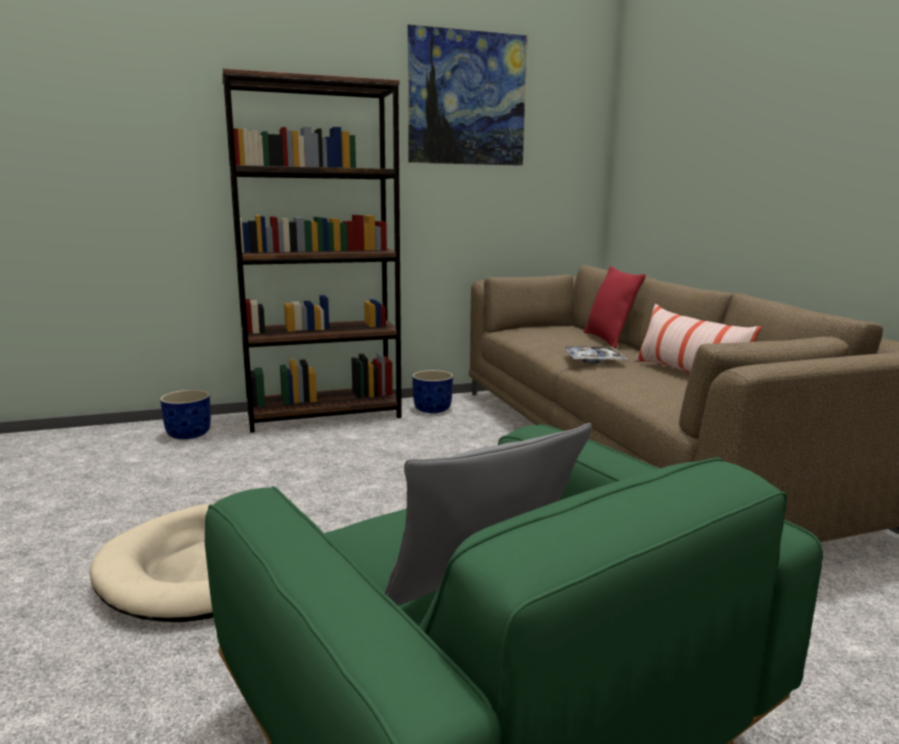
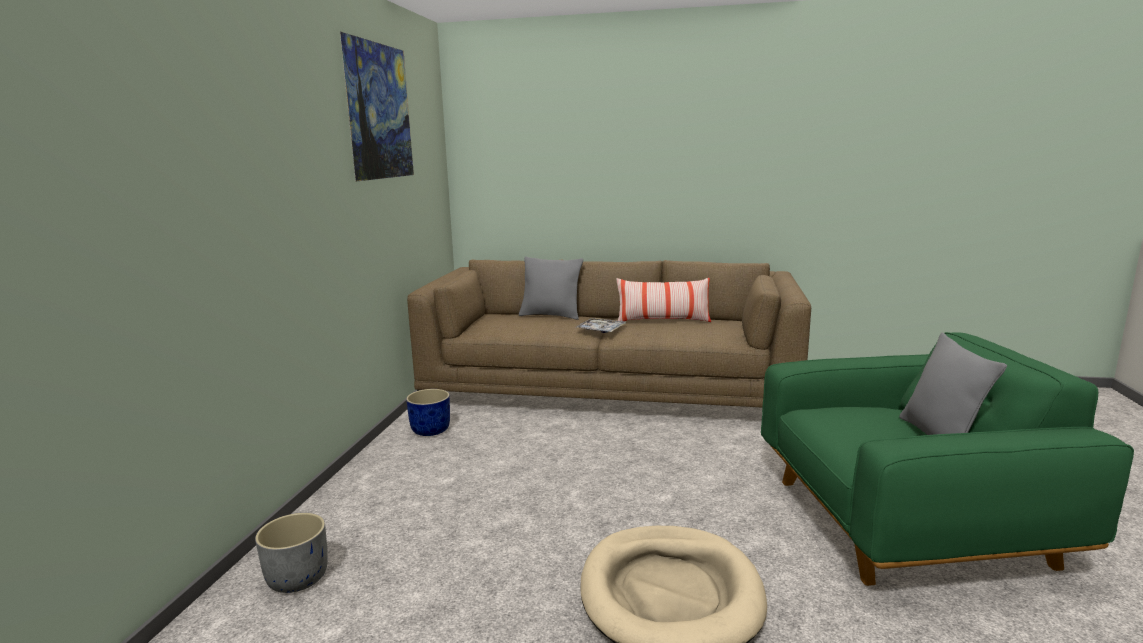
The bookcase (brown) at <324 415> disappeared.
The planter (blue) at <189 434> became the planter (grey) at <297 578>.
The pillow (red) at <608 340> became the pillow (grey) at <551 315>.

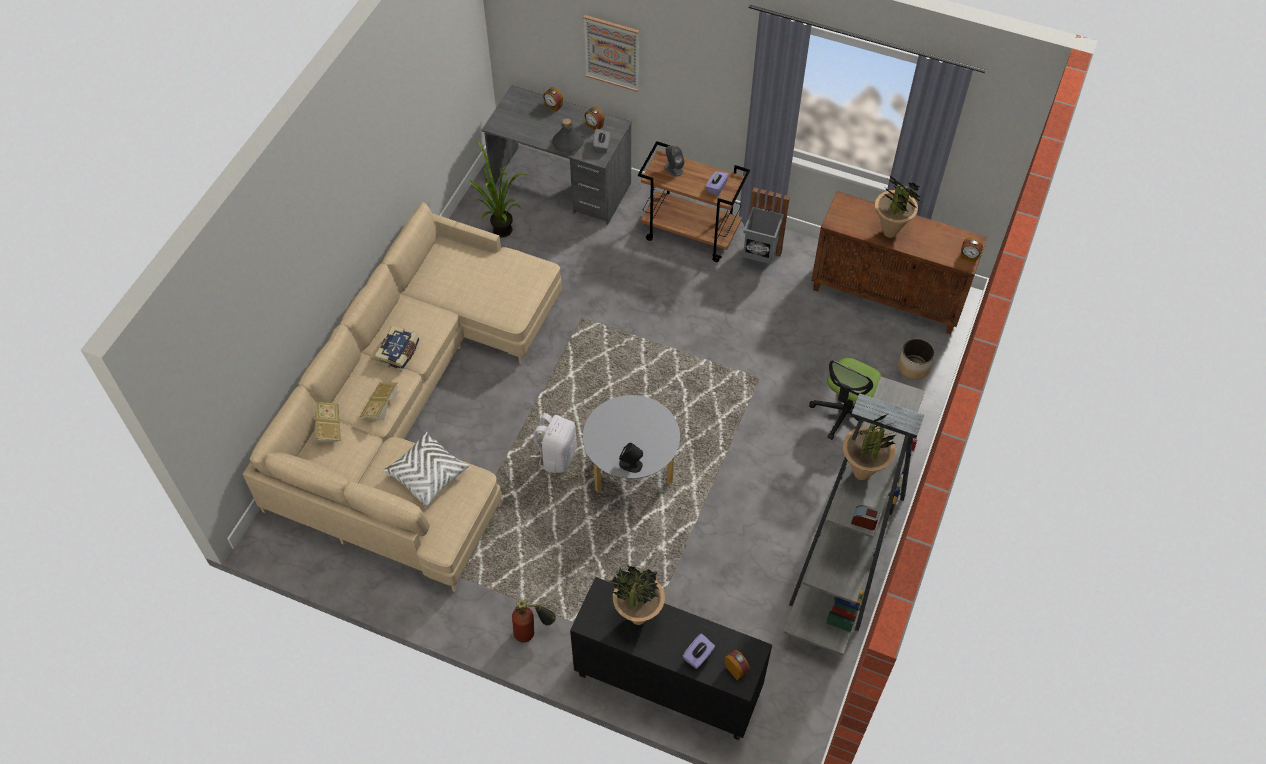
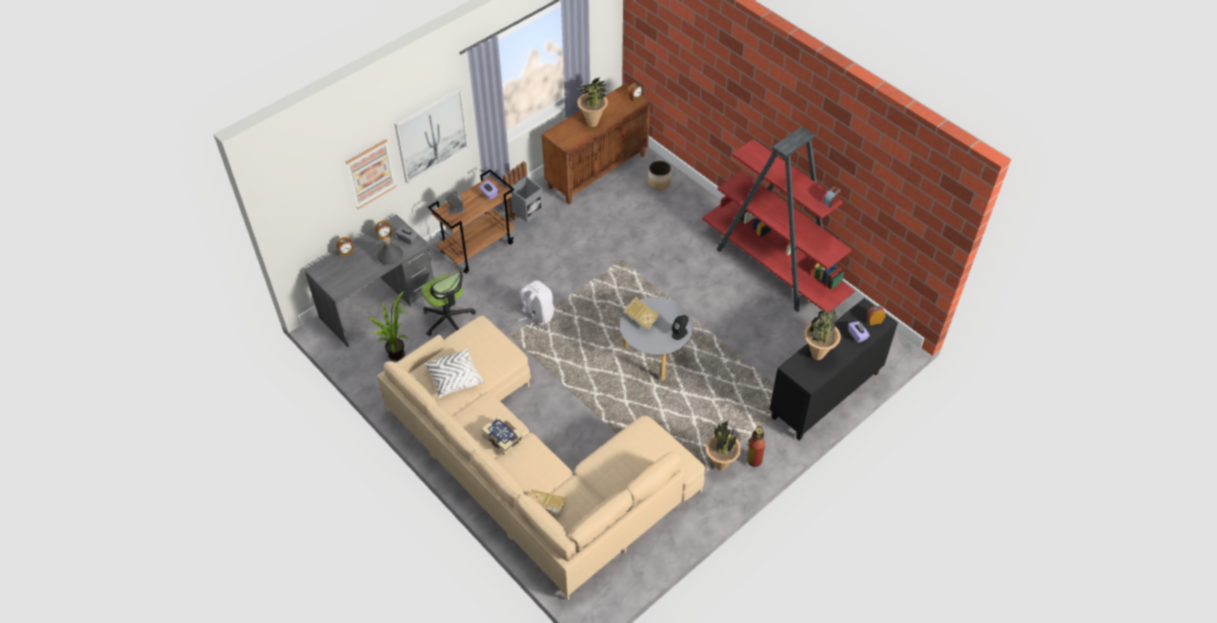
The picture at <431 135> appeared.
The book moved from <382 407> to <642 319>.
The pillow (white) moved from <427 474> to <454 378>.
The backpack (white) moved from <556 456> to <537 315>.
The office chair moved from <845 414> to <448 319>.
The potted plant moved from <862 472> to <720 465>.
The bookcase (grey) at <848 551> became the bookcase (red) at <774 269>.

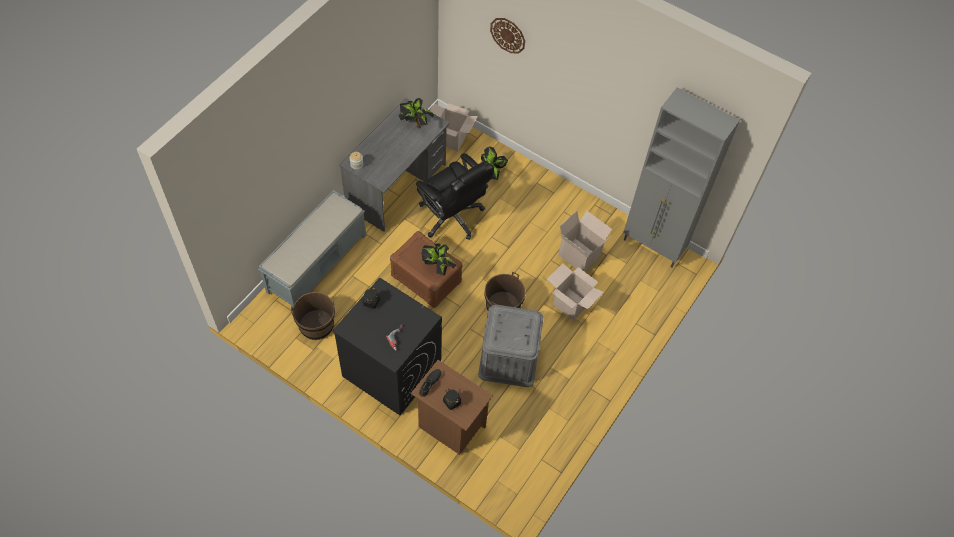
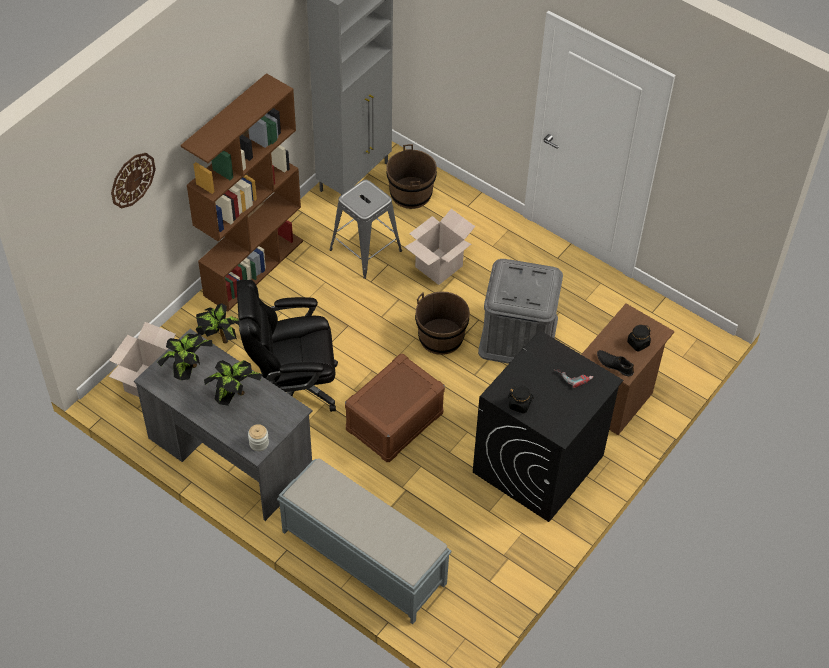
The bookcase (brown) at <253 267> appeared.
The bucket (brown) moved from <316 325> to <410 193>.
The potted plant moved from <438 268> to <234 394>.
The cardboard box at <580 255> was replaced by the stool (grey) at <365 250>.
The office chair (black) at <452 217> turned 150 degrees counterclockwise.

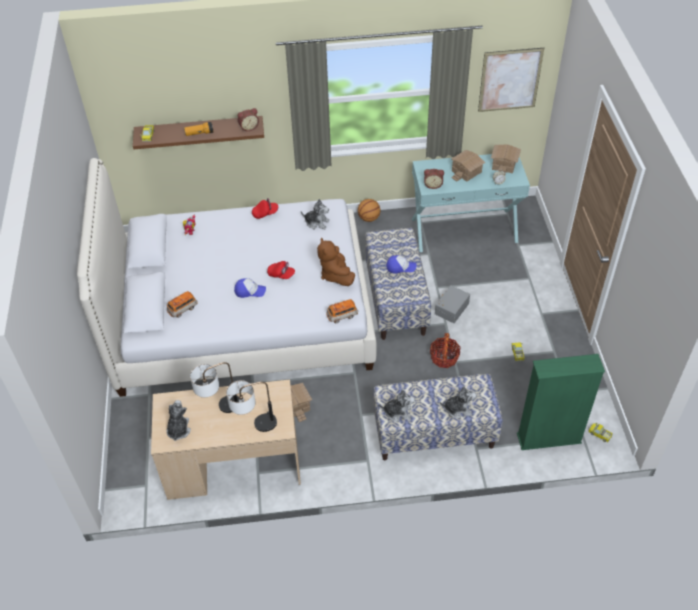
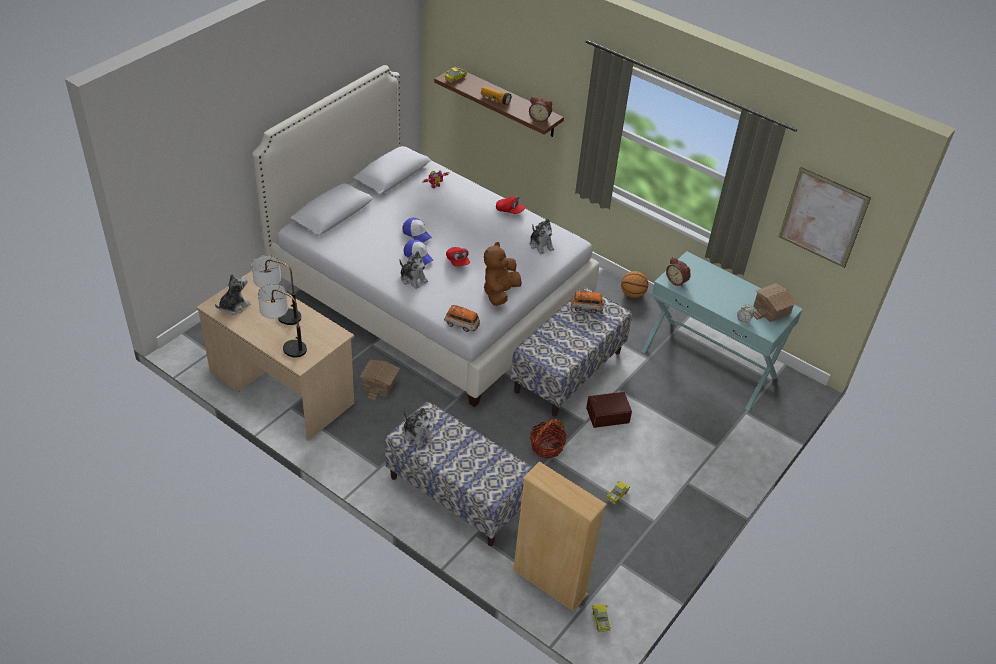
The toy house at <466 171> disappeared.
The toy car moved from <183 309> to <586 307>.
The cap moved from <400 267> to <417 233>.
The plush toy moved from <457 409> to <413 279>.
The storage box (grey) at <451 308> became the storage box (brown) at <607 414>.
The bookcase (green) at <549 438> became the bookcase (beige) at <549 582>.

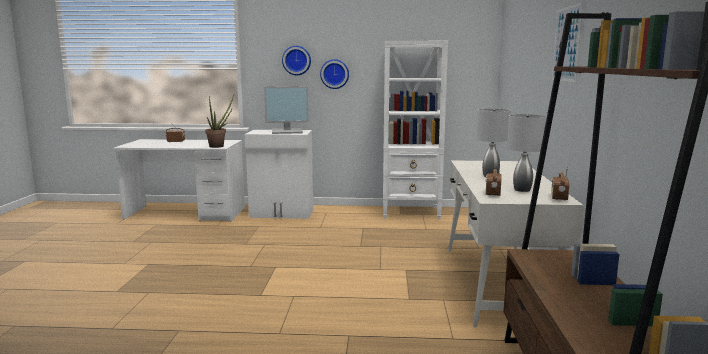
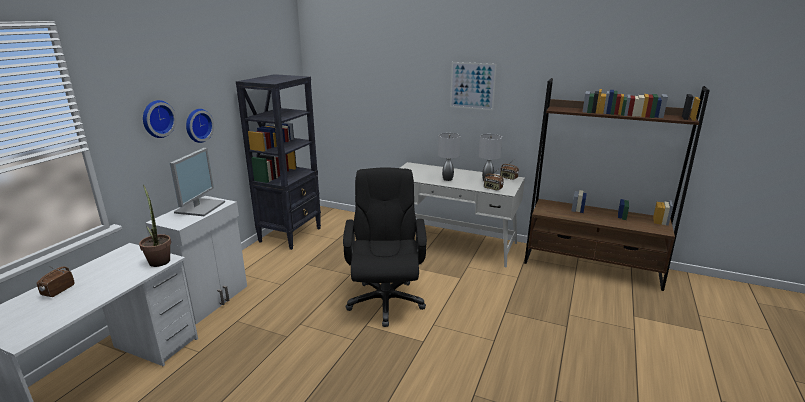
The office chair (black) at <385 301> appeared.
The bookcase (white) at <411 213> became the bookcase (black) at <291 234>.

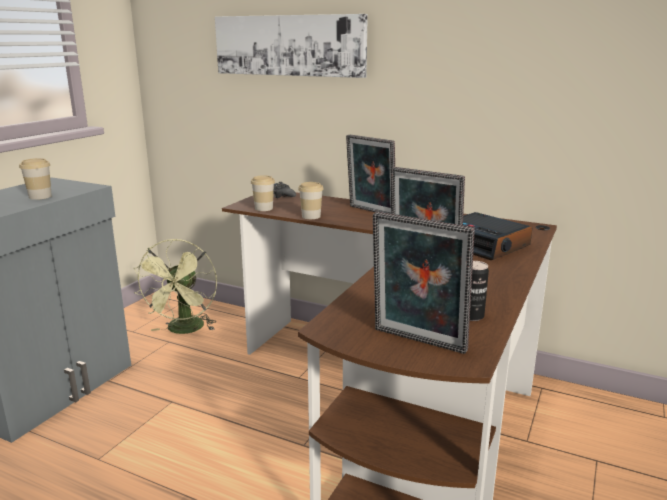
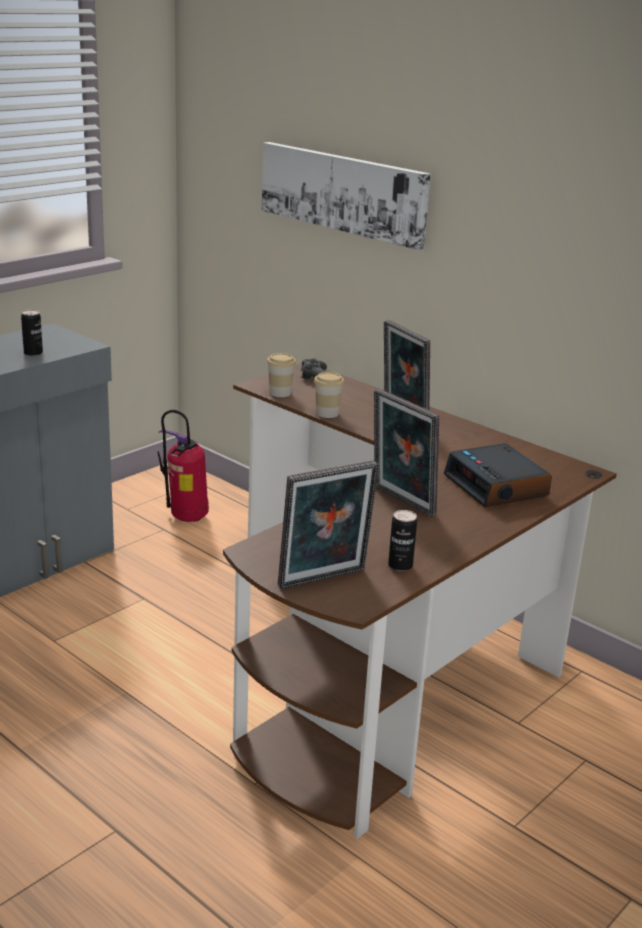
The cup at <40 196> was replaced by the can at <33 353>.
The fan (green) at <184 330> was replaced by the fire extinguisher at <186 518>.
The picture frame at <417 342> turned 75 degrees counterclockwise.

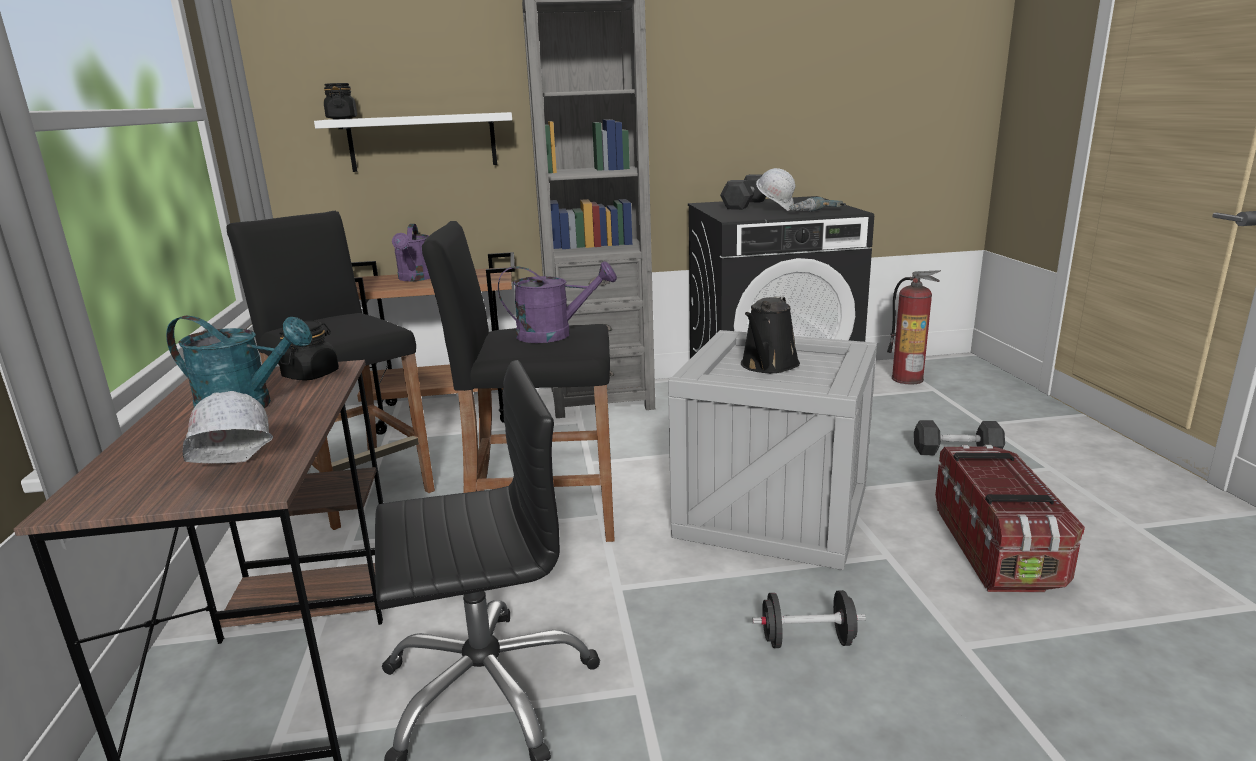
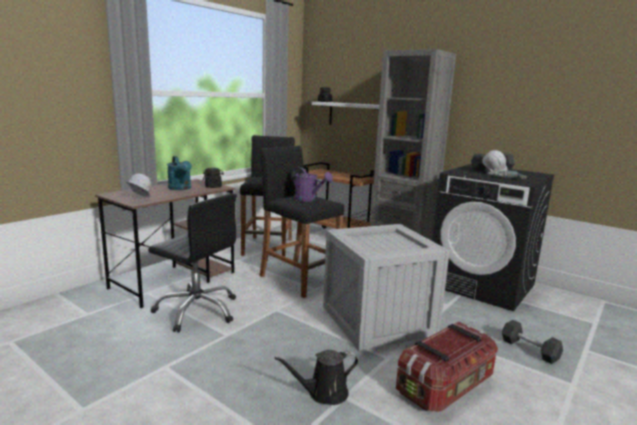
The watering can (purple) at <415 279> disappeared.
The dumbbell (black) at <807 640> disappeared.
The fire extinguisher at <907 379> disappeared.
The watering can (black) moved from <768 366> to <324 393>.

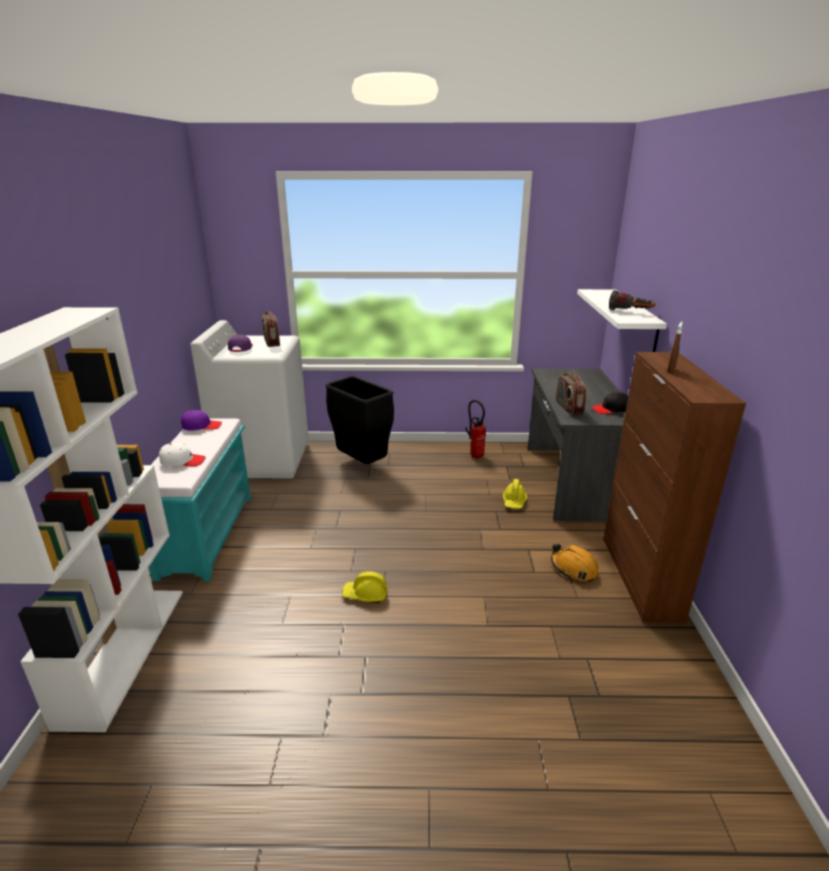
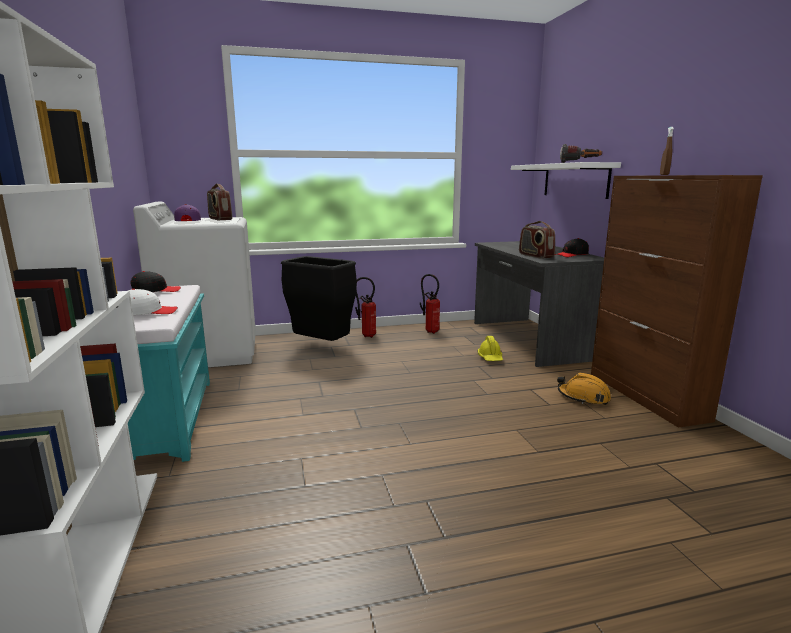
The hard hat (yellow) at <365 595> disappeared.
The fire extinguisher at <366 335> appeared.
The cap (purple) at <201 426> became the cap (black) at <156 291>.

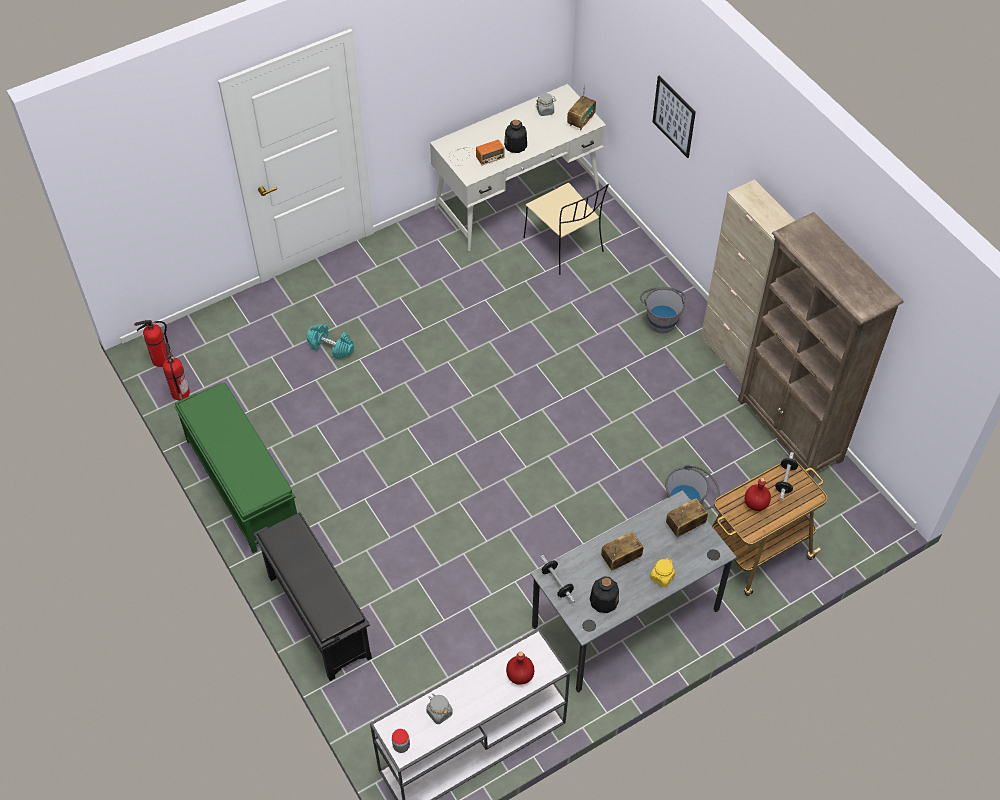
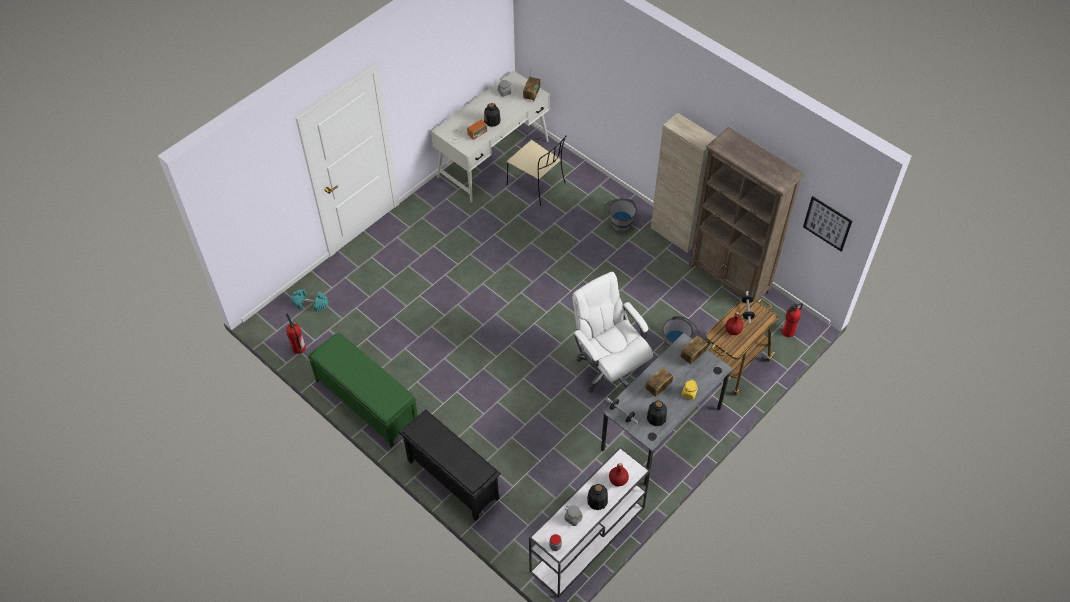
The office chair (white) at <608 368> appeared.
The bottle at <597 501> appeared.
The fire extinguisher moved from <160 360> to <788 332>.
The dumbbell (turquoise) moved from <331 347> to <311 304>.
The picture moved from <674 116> to <827 223>.

